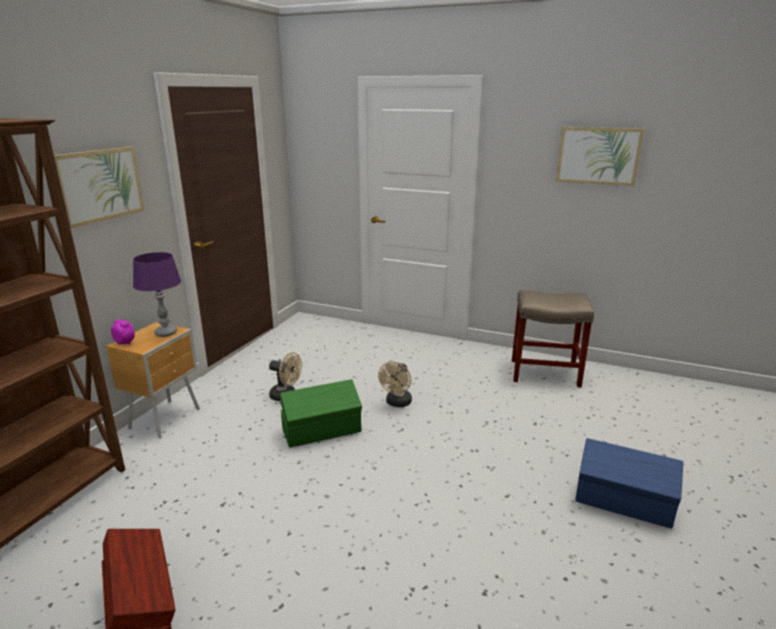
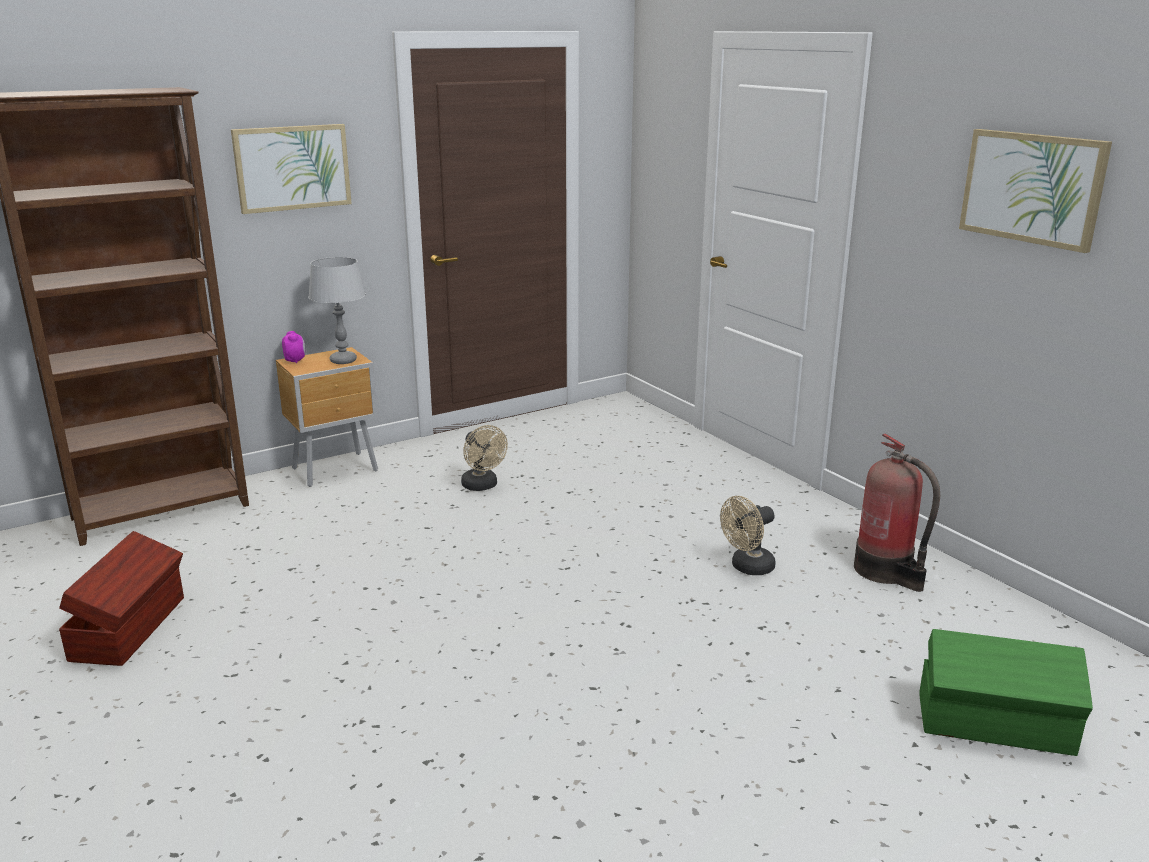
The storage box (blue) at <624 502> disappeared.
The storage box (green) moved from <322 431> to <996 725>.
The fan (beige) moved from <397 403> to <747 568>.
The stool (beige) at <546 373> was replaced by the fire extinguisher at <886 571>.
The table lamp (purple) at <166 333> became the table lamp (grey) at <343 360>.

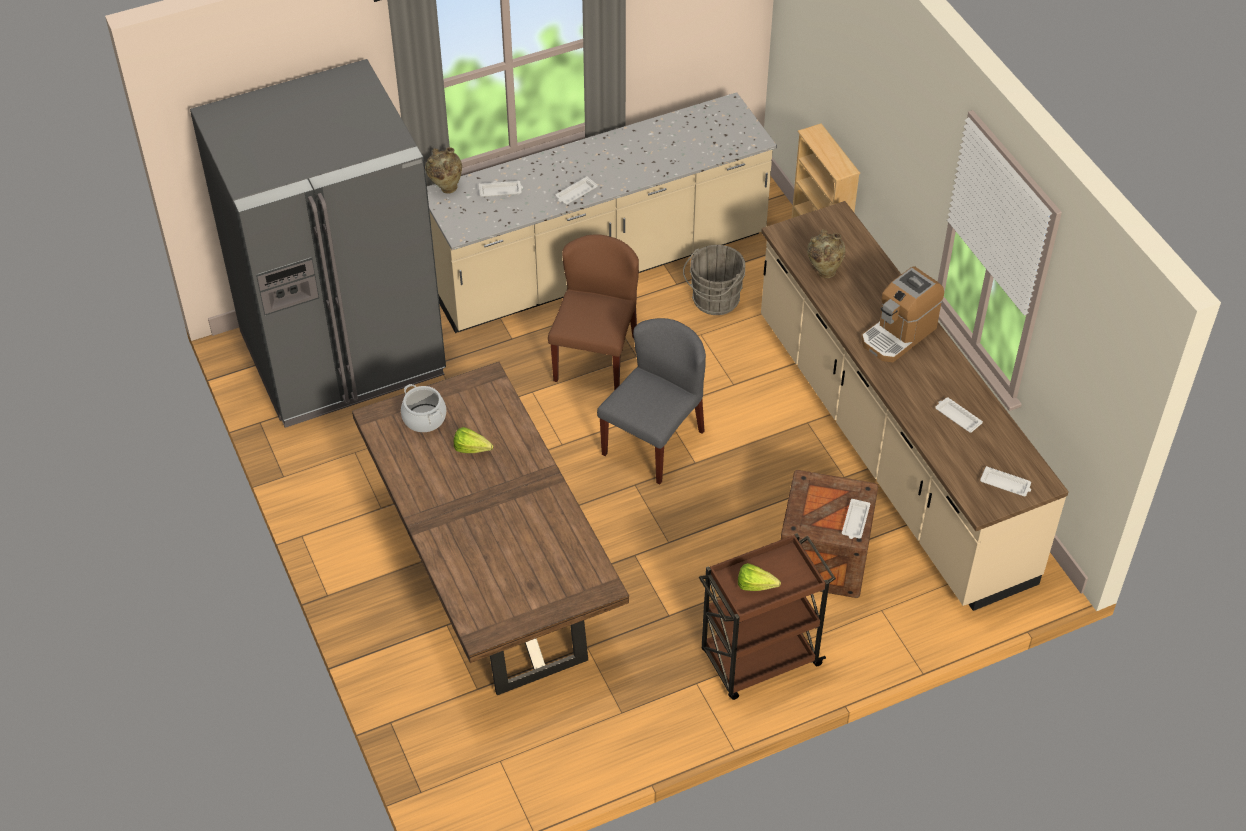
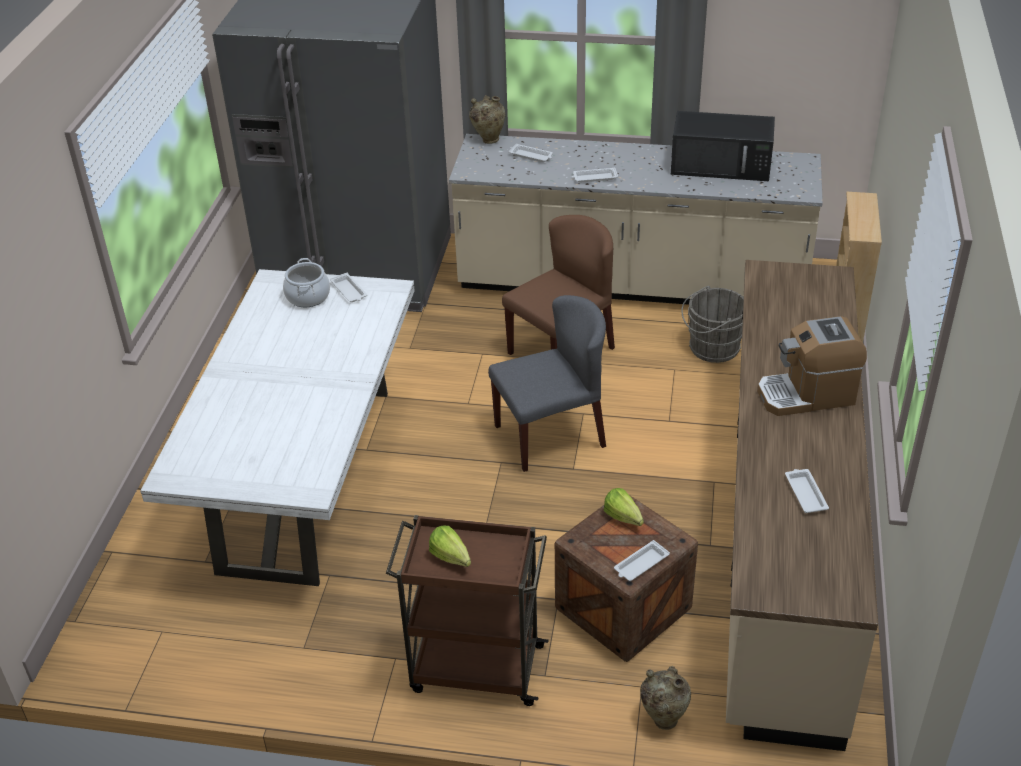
The microwave (black) at <722 165> appeared.
The lettuce moved from <474 450> to <625 520>.
The vase (beige) moved from <824 271> to <663 718>.
The tray (white) moved from <1006 484> to <349 291>.
The dining table (brown) at <491 576> became the dining table (white) at <307 478>.

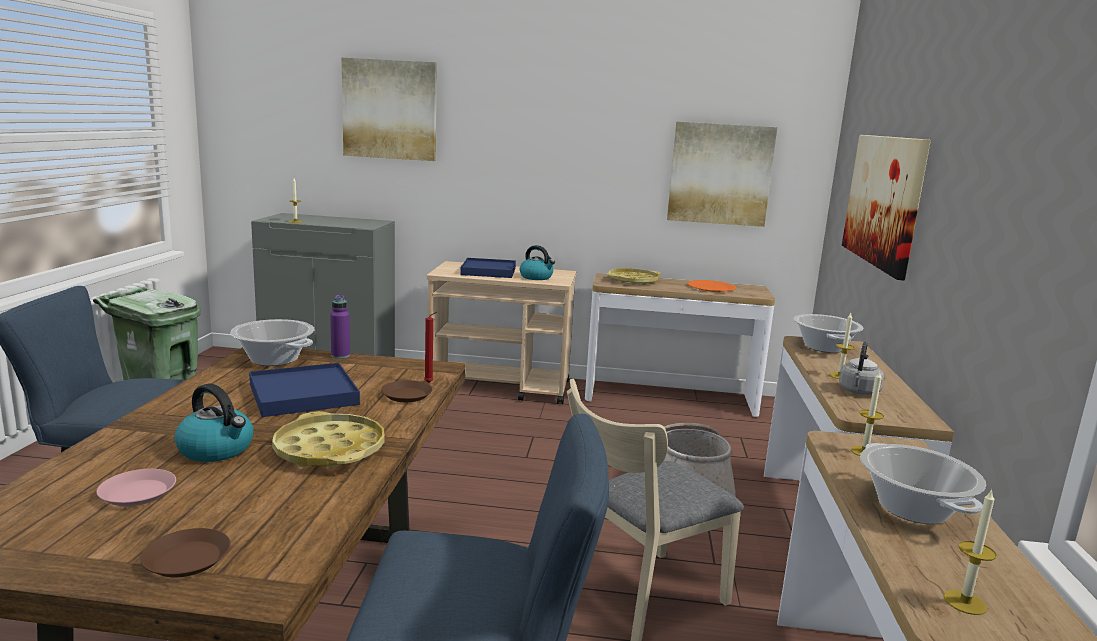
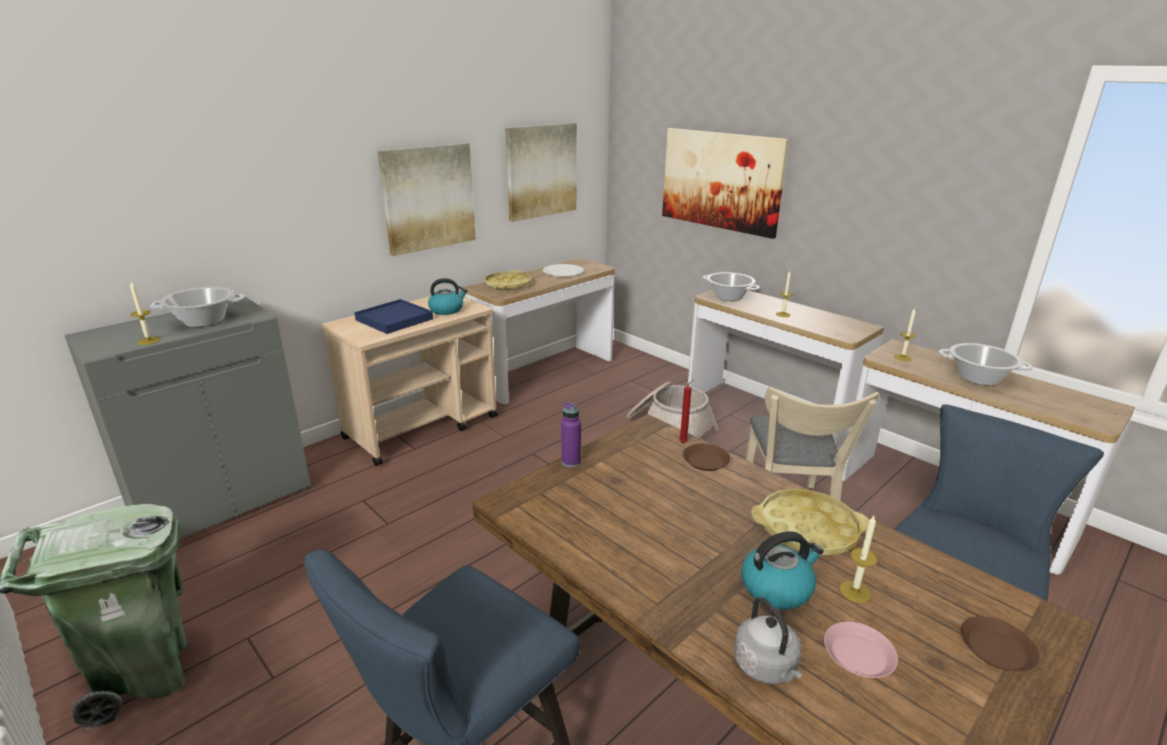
The tray (blue) at <303 394> disappeared.
The cooking pot moved from <274 359> to <203 321>.
The picture moved from <390 109> to <428 198>.
The kettle (grey) moved from <858 392> to <766 667>.
The candle moved from <965 602> to <855 592>.
The plate (orange) at <711 288> became the plate (white) at <563 272>.

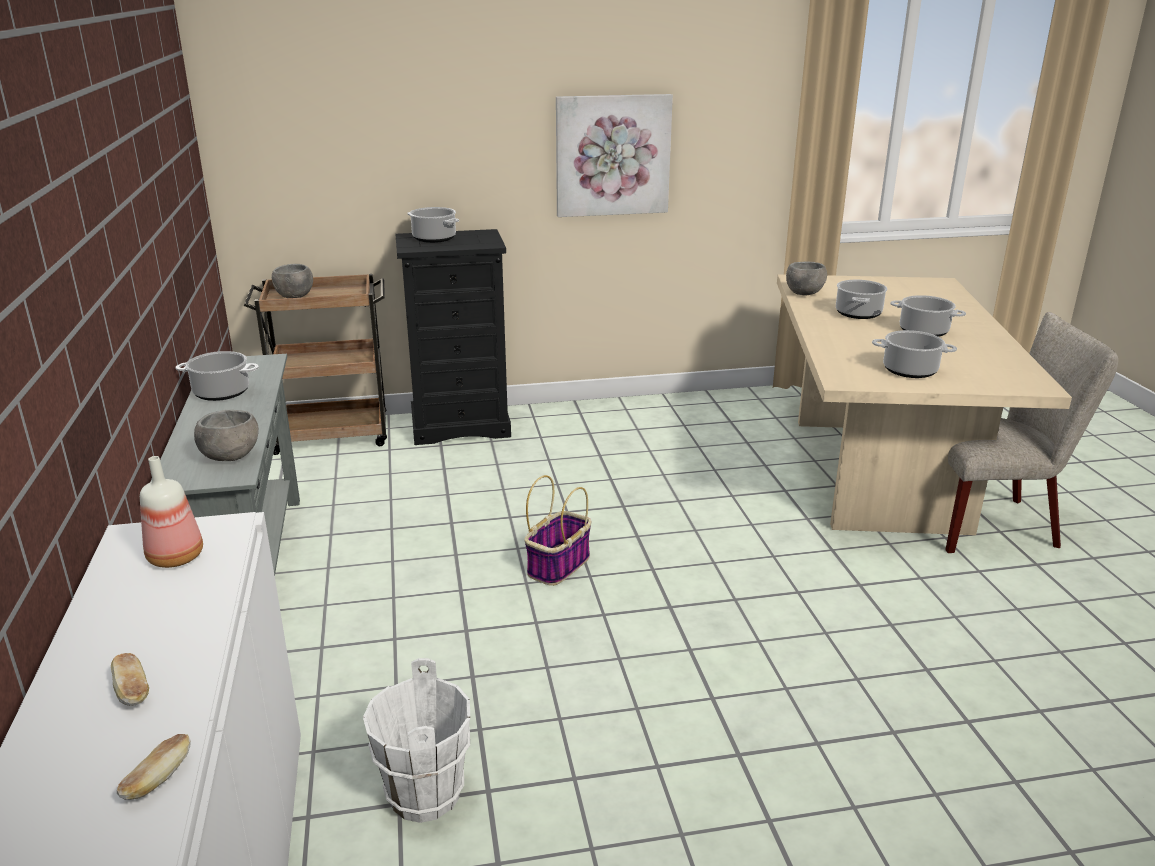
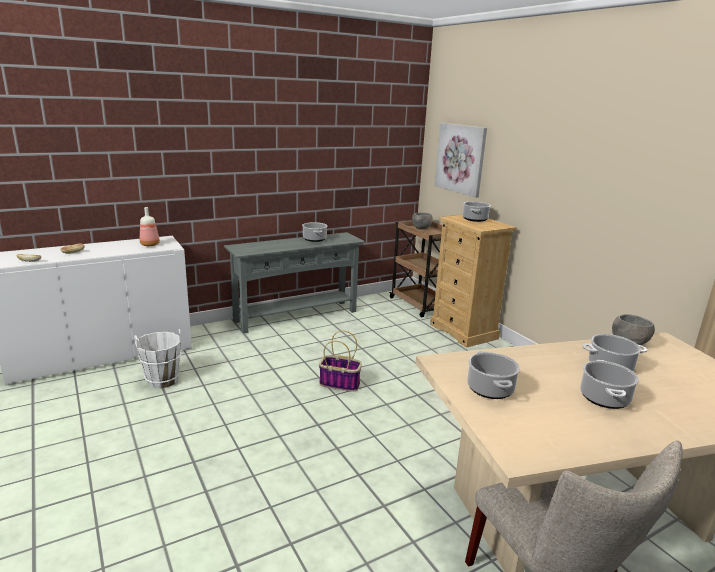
The bowl (grey) at <229 457> disappeared.
The picture moved from <612 155> to <461 158>.
The dresser (black) at <461 426> became the dresser (beige) at <464 331>.

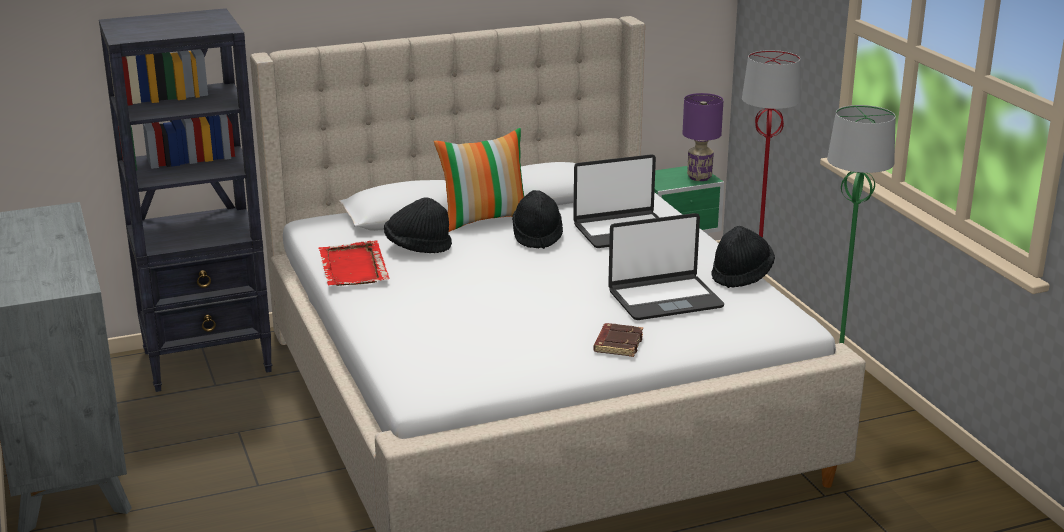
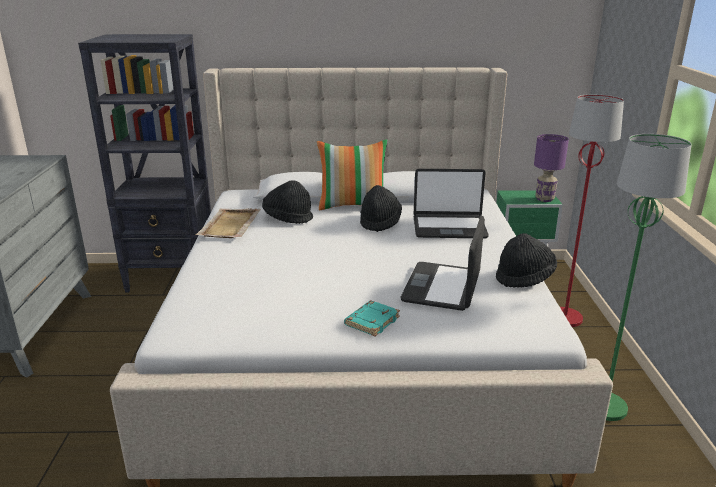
The tray (red) at <353 268> became the tray (beige) at <229 225>.
The book (brown) at <617 344> became the book (turquoise) at <371 321>.
The laptop at <664 299> turned 105 degrees clockwise.

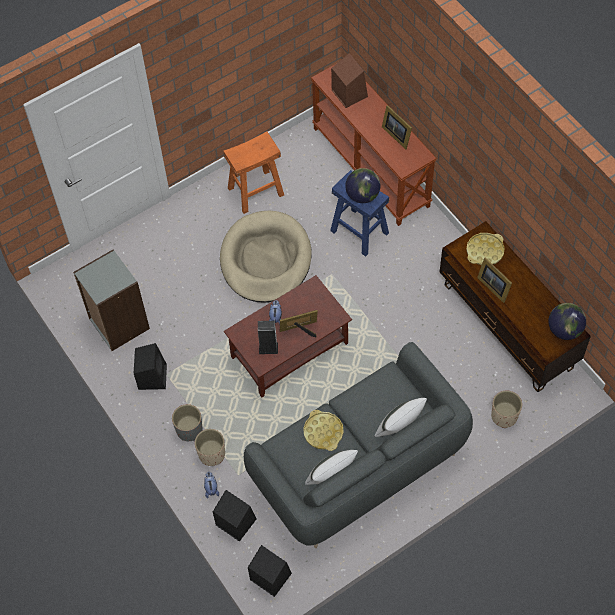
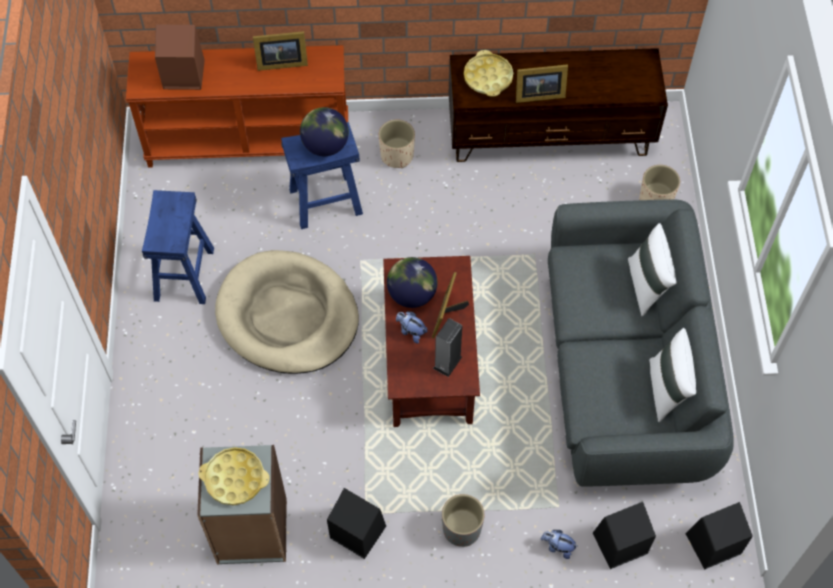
The planter (beige) moved from <212 454> to <397 155>.
The tray (yellow) moved from <323 432> to <234 478>.
The globe moved from <564 330> to <412 294>.
The stool (orange) at <255 191> became the stool (blue) at <183 274>.

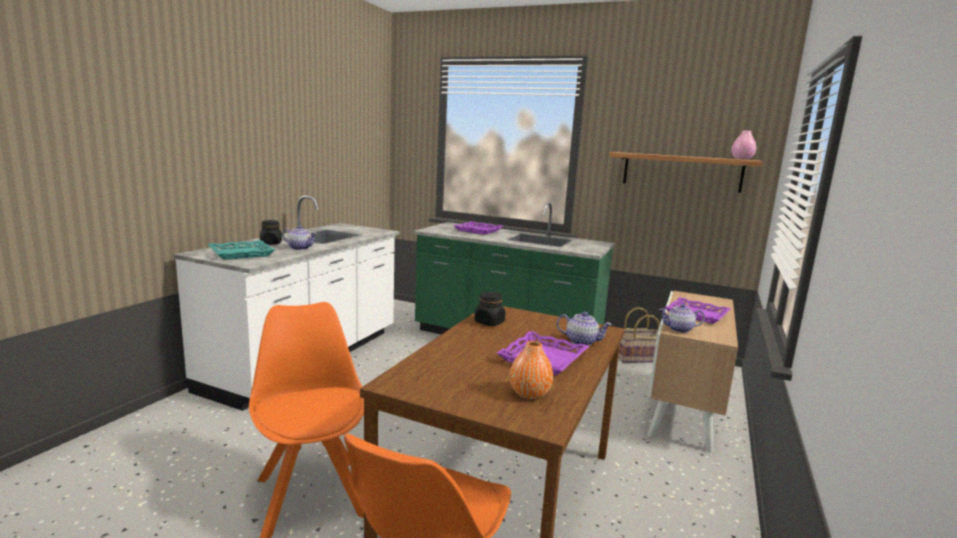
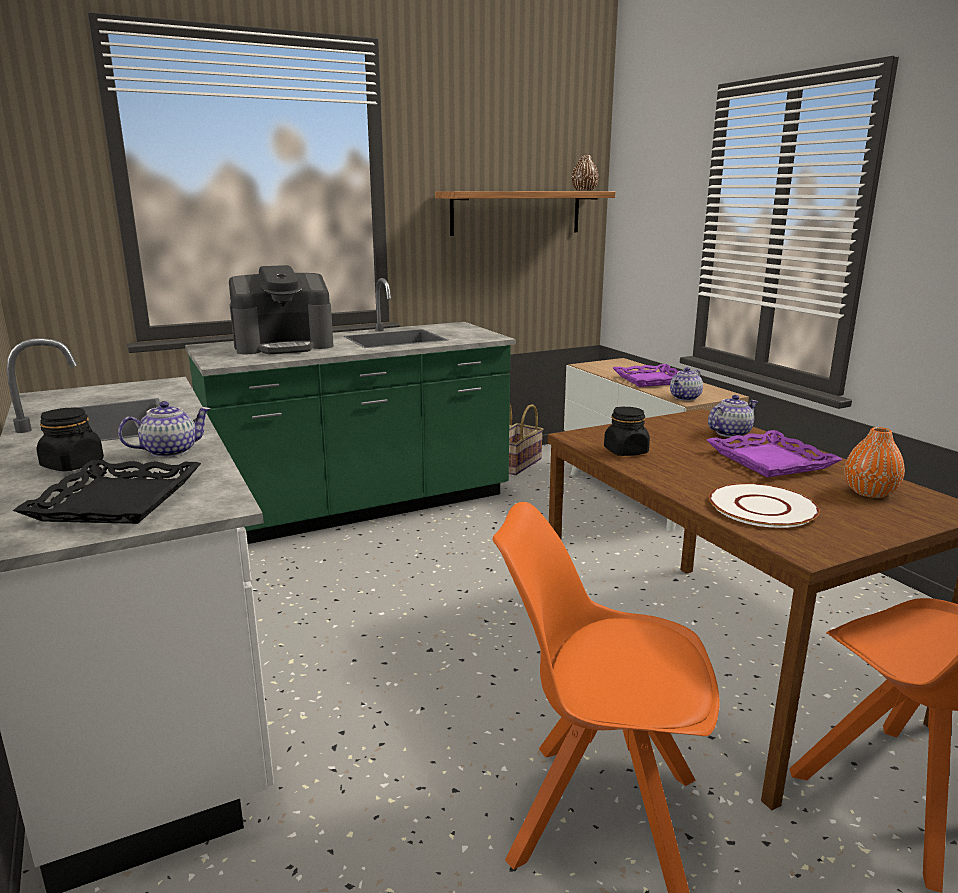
The plate (white) at <763 507> appeared.
The tray (purple) at <478 231> was replaced by the coffee machine at <284 345>.
The tray (turquoise) at <241 254> became the tray (black) at <116 501>.
The vase (pink) at <742 159> became the vase (brown) at <584 190>.

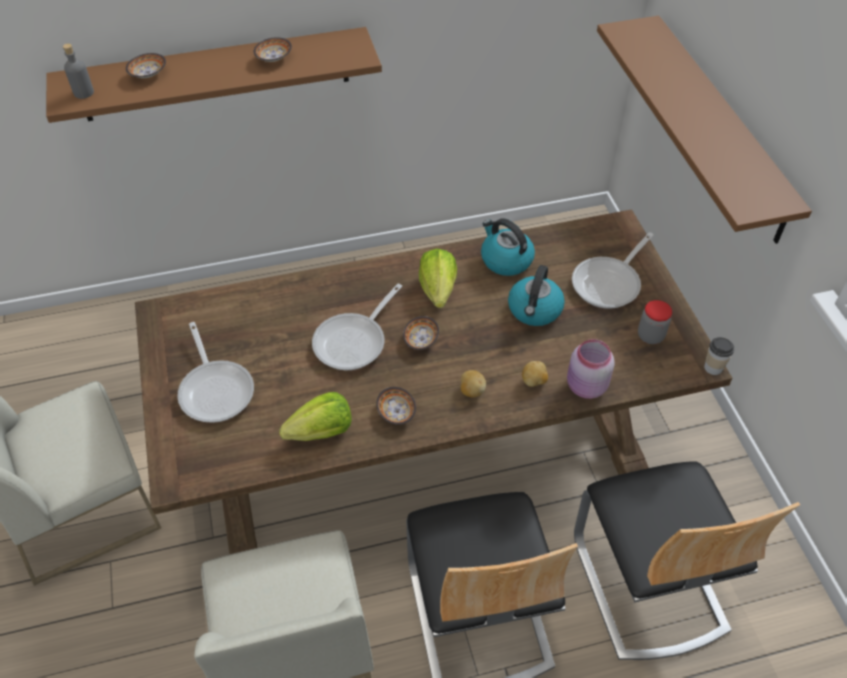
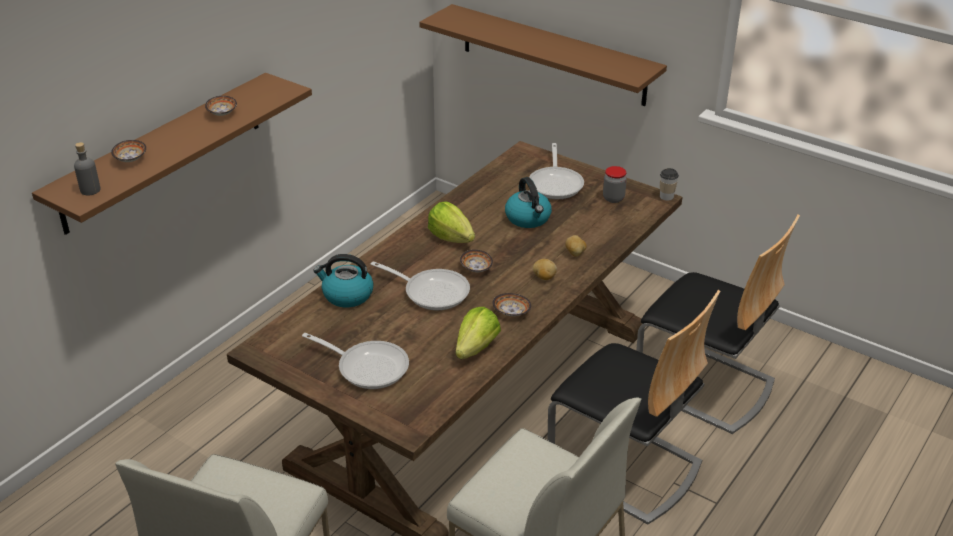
The jar (pink) at <585 387> disappeared.
The kettle moved from <505 260> to <347 295>.
The frying pan at <354 341> turned 60 degrees counterclockwise.

